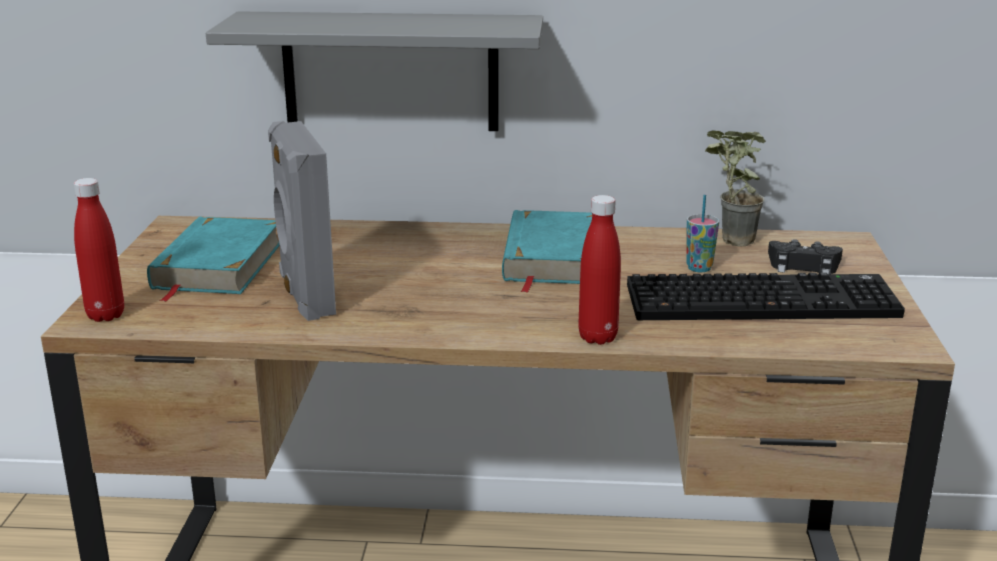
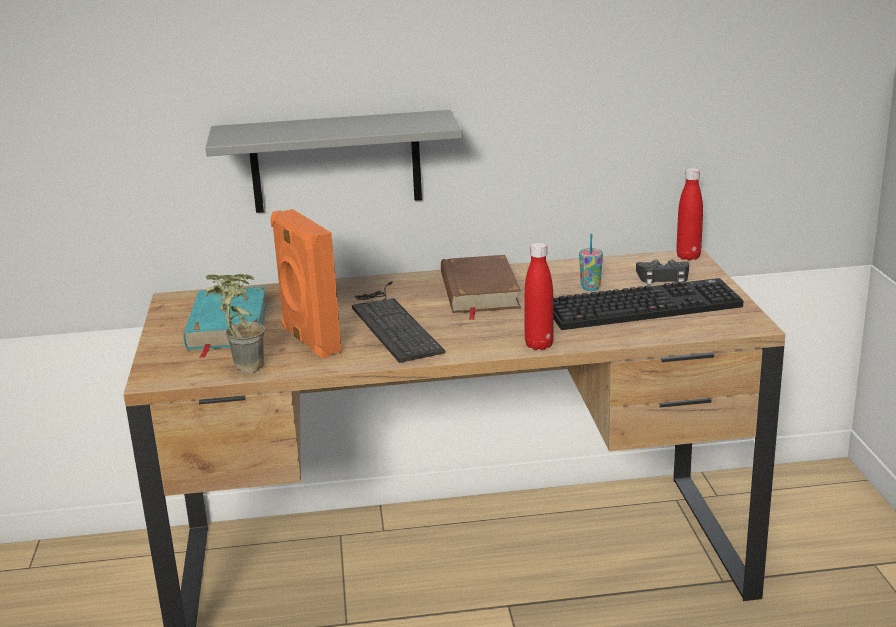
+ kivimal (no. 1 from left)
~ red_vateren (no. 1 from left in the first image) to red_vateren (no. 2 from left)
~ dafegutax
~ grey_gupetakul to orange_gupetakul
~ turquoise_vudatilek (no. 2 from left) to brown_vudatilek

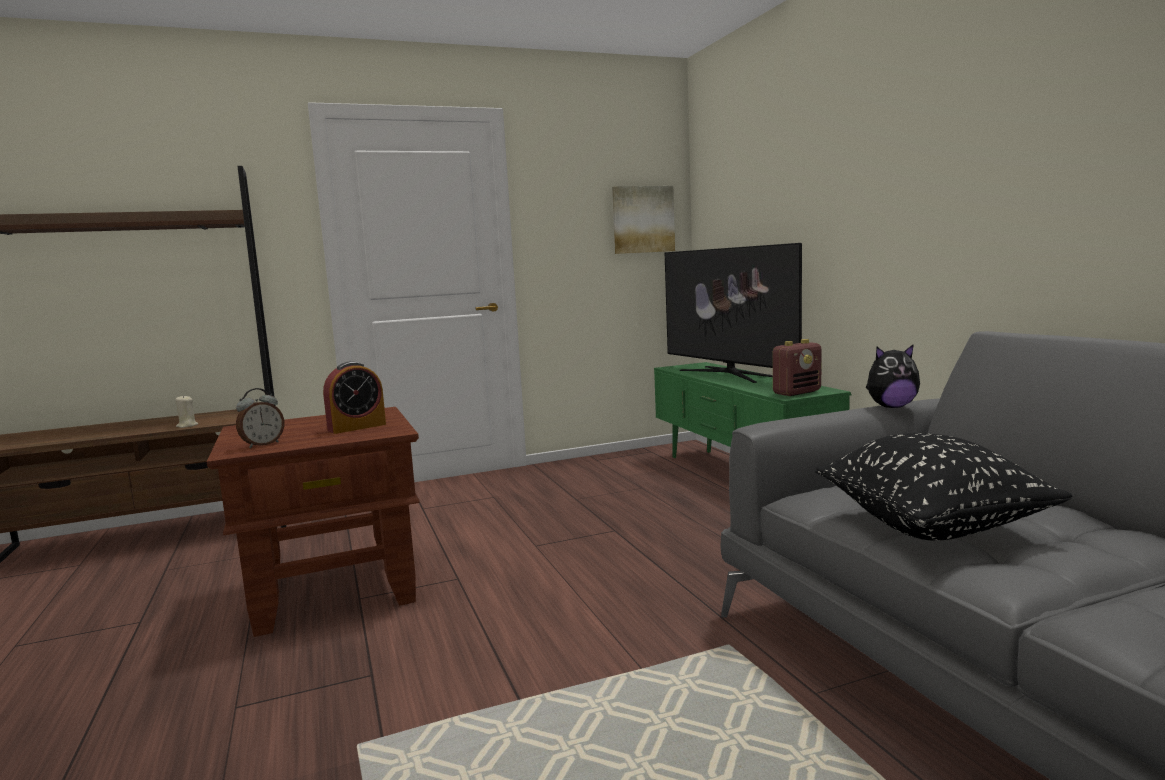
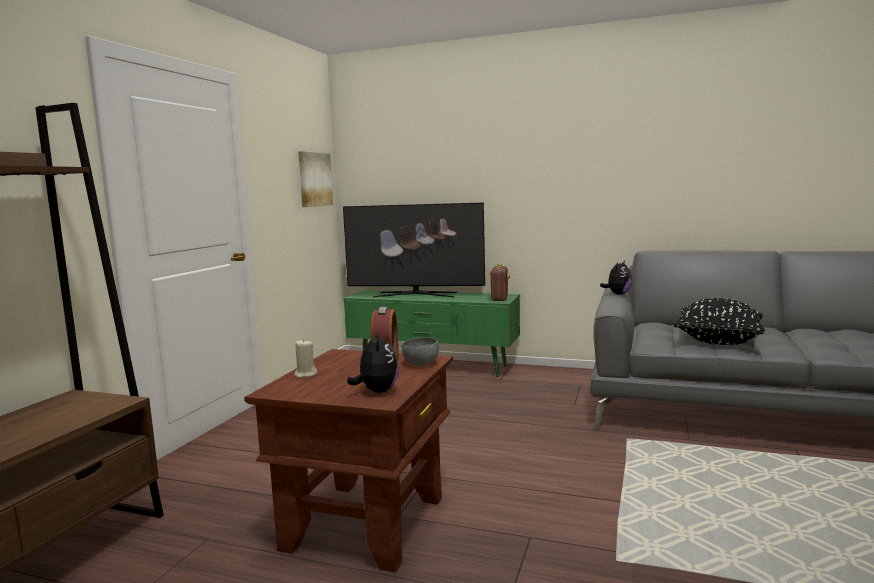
+ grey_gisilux
~ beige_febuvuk
~ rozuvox (no. 1 from left) to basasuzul (no. 1 from left)

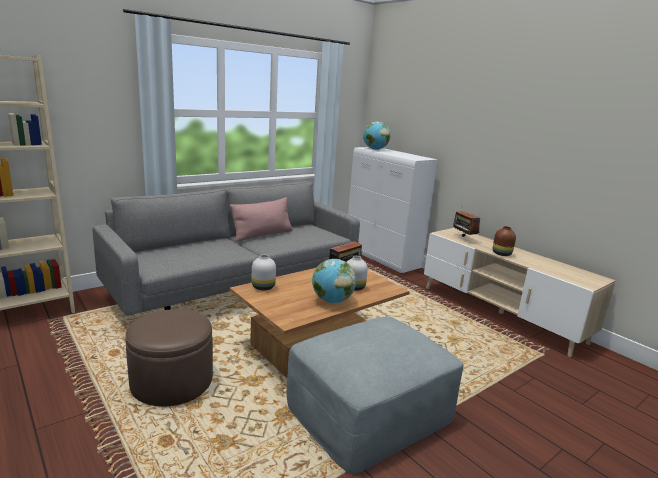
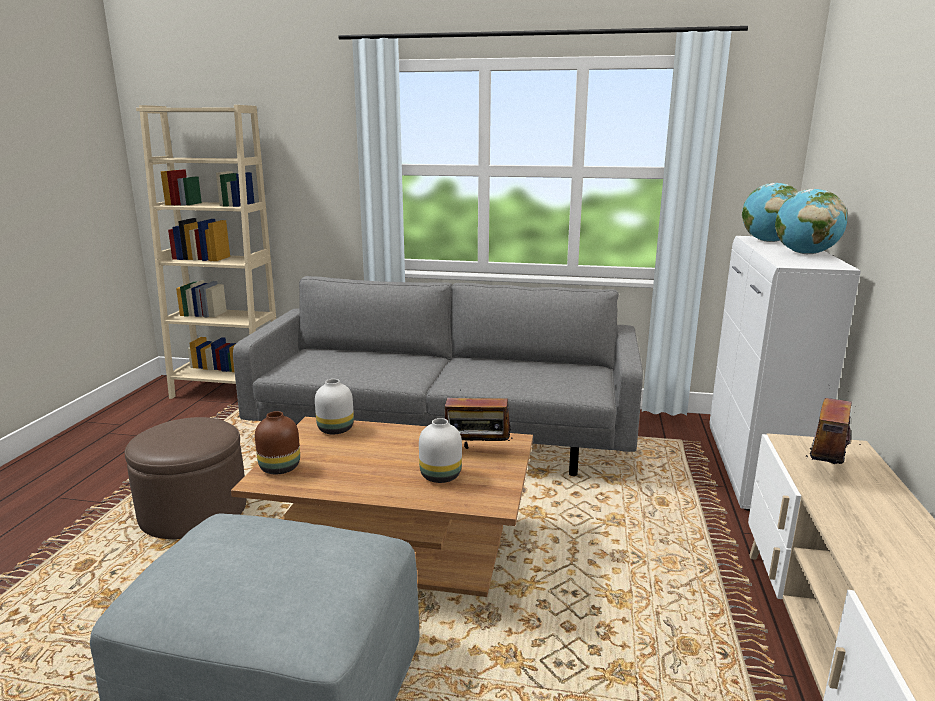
- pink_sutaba
~ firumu (no. 1 from left in the first image) to firumu (no. 2 from left)
~ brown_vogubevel

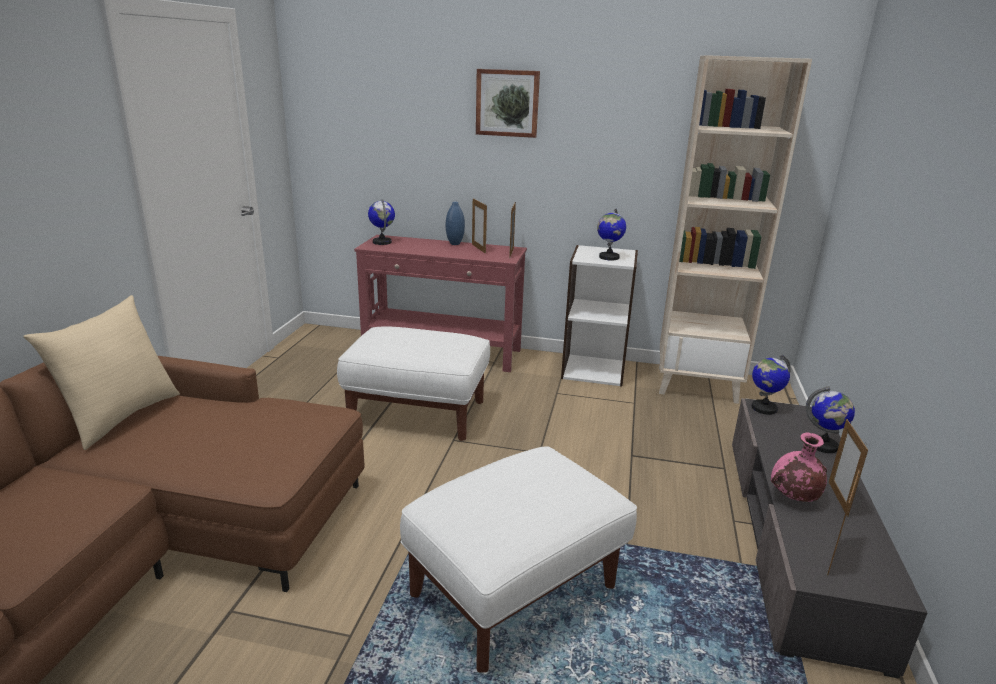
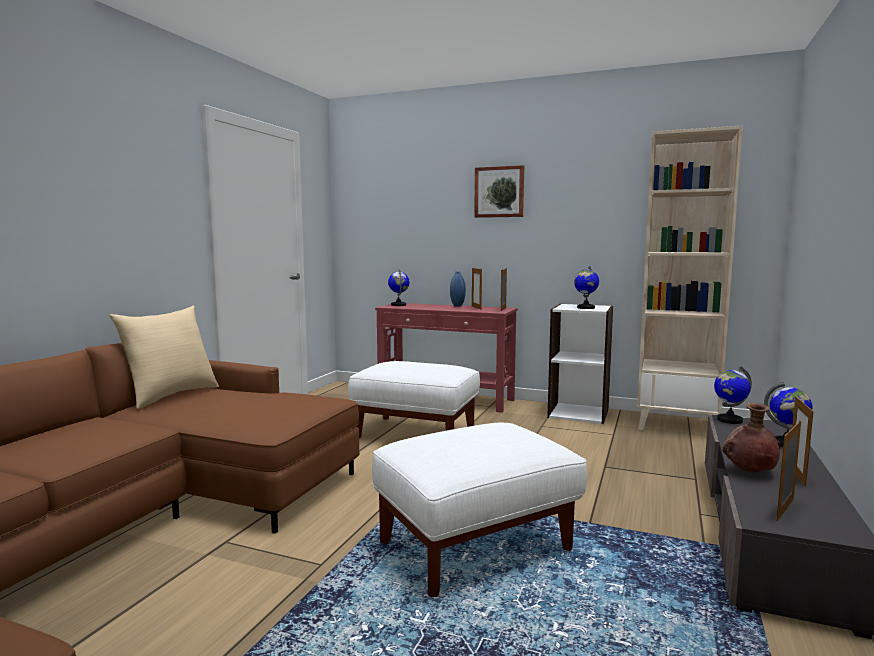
~ pink_vogubevel to brown_vogubevel

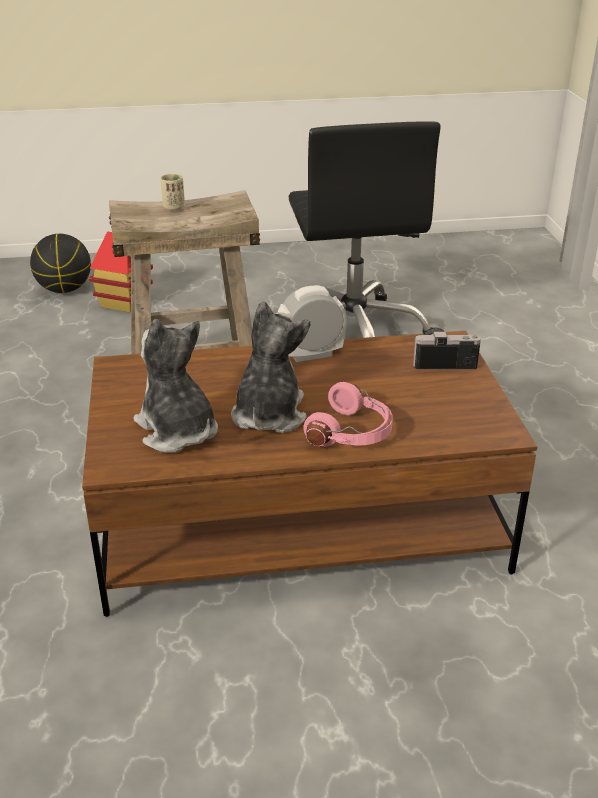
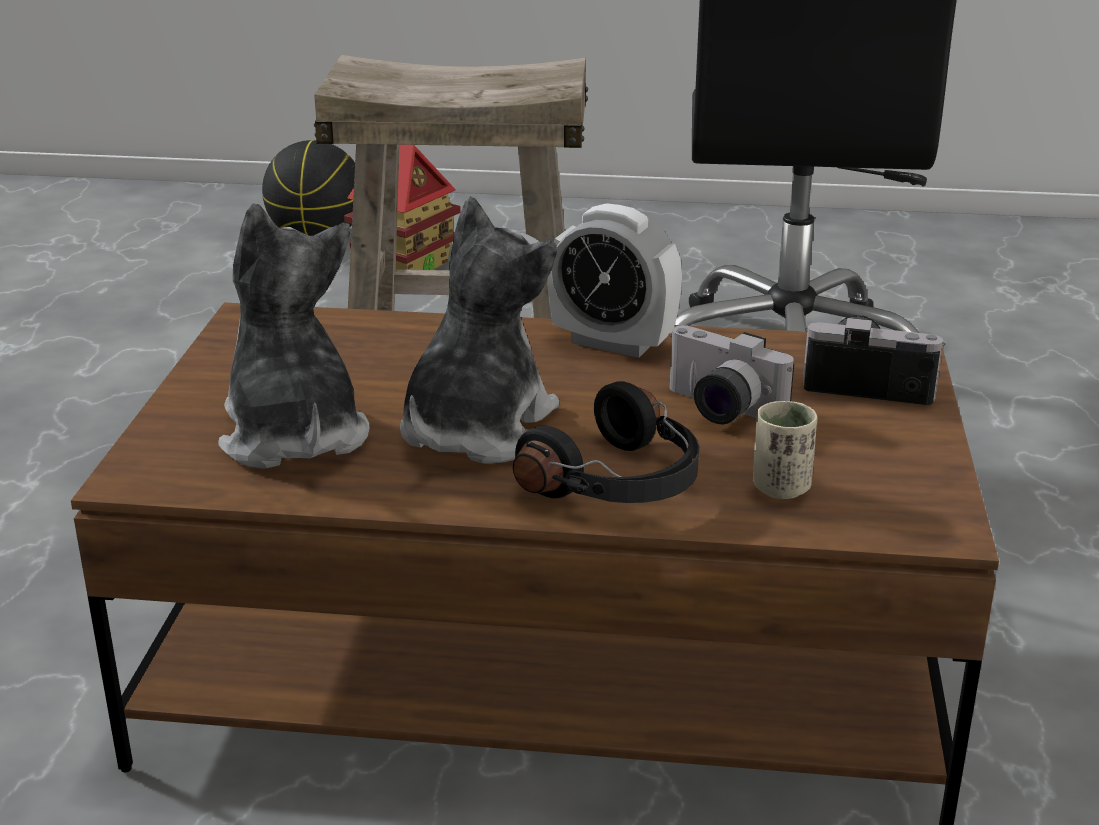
+ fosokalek (no. 1 from left)
~ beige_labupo
~ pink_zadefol to black_zadefol
~ rozuvox 150 degrees counterclockwise

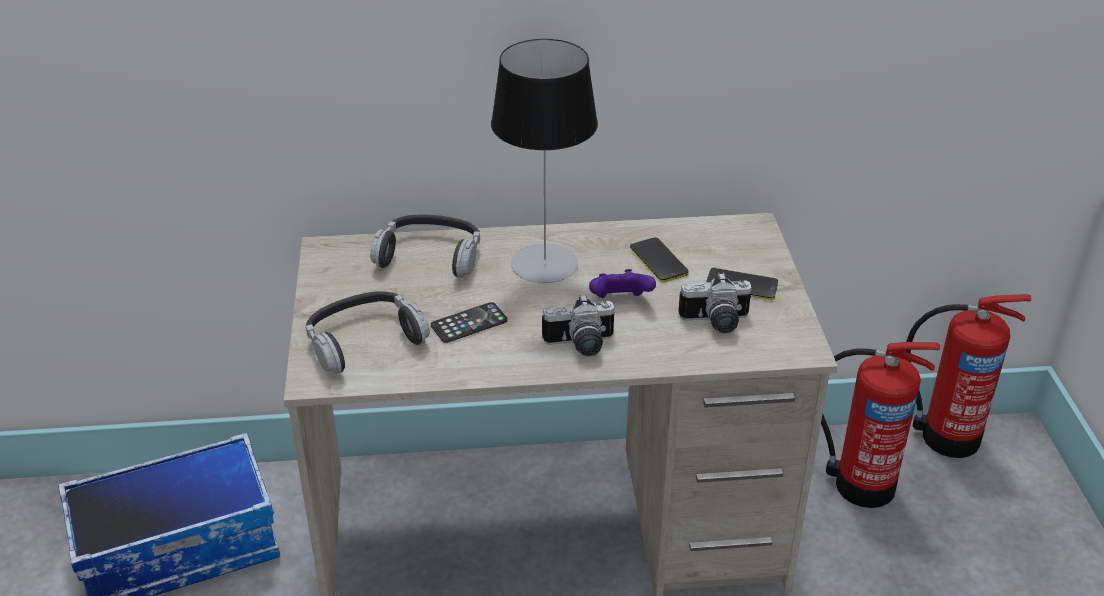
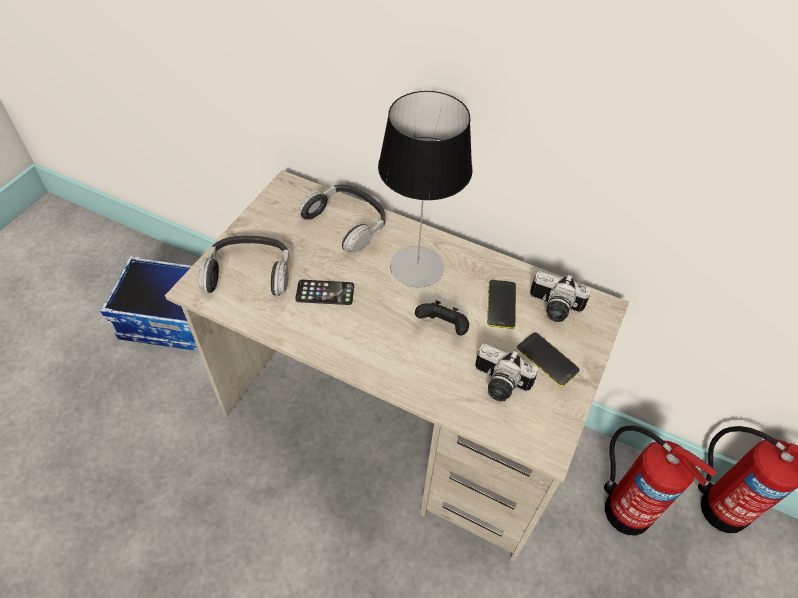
~ fosokalek (no. 1 from left in the first image) to fosokalek (no. 2 from left)
~ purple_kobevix to black_kobevix

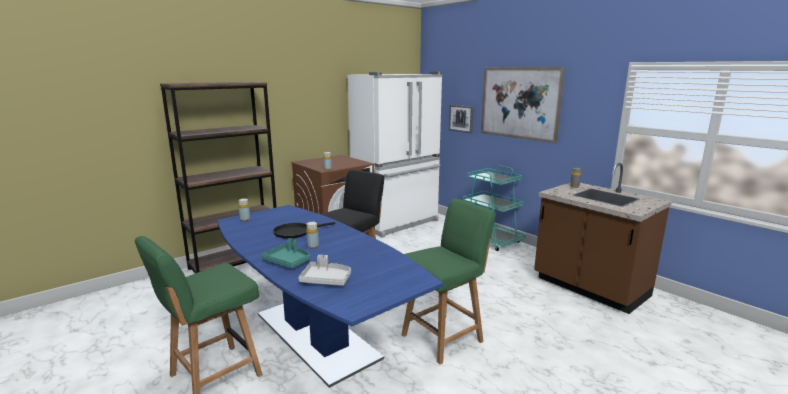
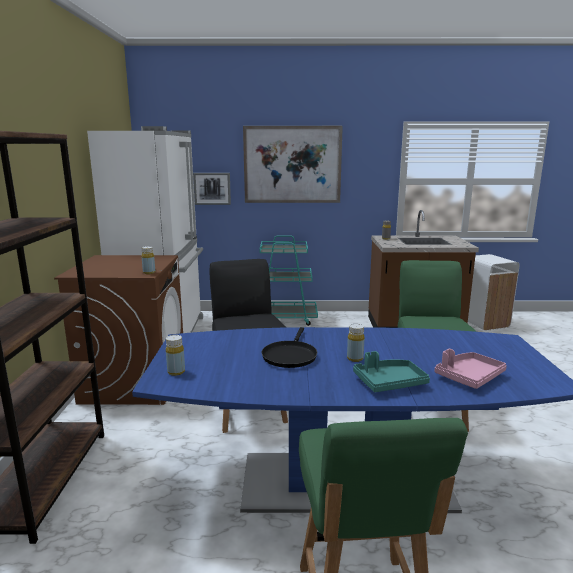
+ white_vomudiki
~ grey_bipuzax to pink_bipuzax

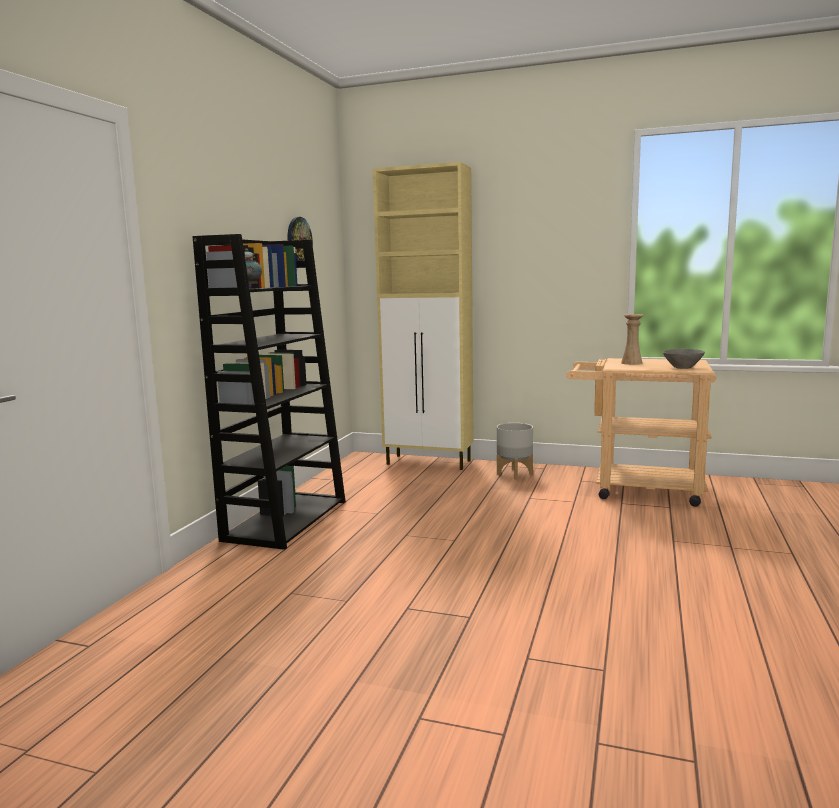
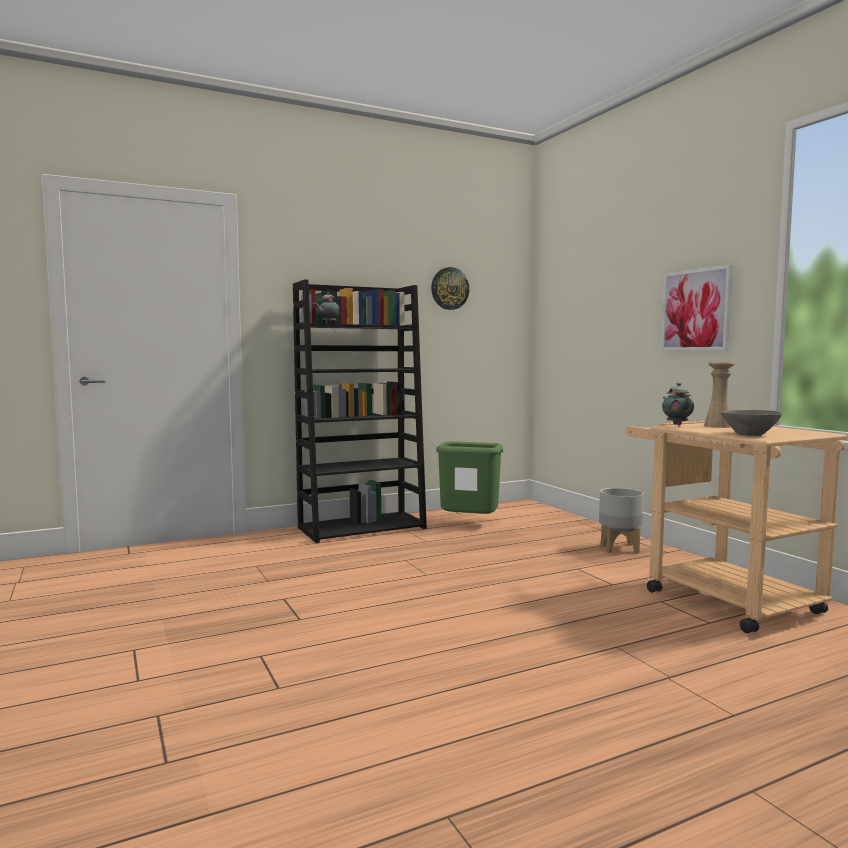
- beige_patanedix
+ green_vomudiki
+ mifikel
+ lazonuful (no. 2 from left)

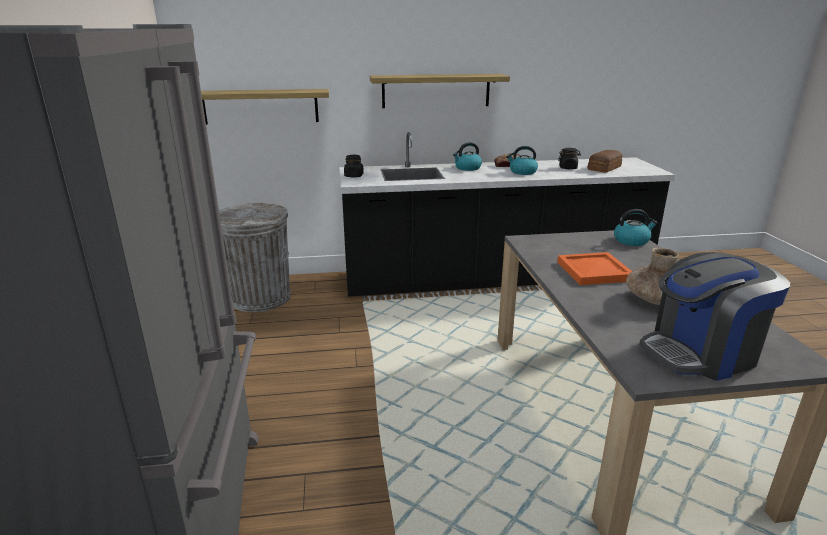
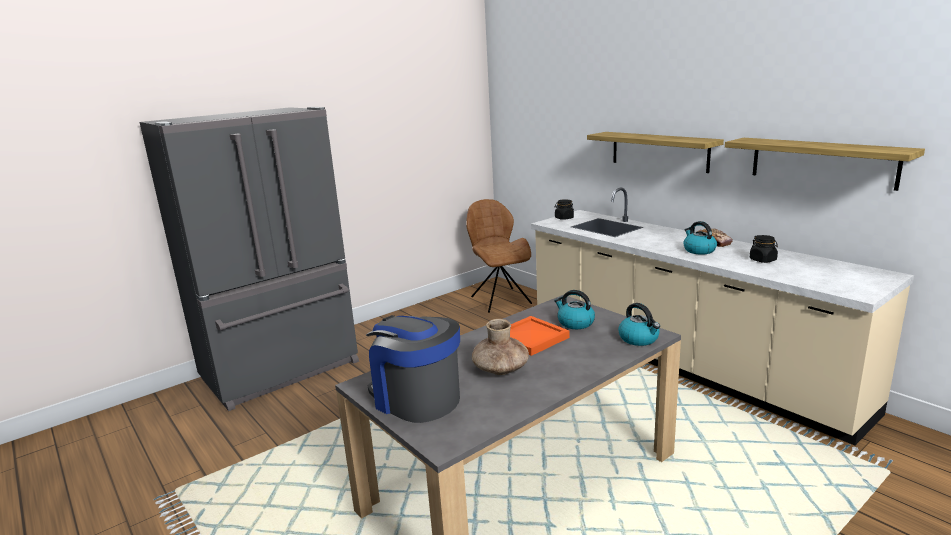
- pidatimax (no. 2 from left)
~ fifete (no. 1 from left in the first image) to fifete (no. 2 from left)
~ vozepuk (no. 1 from left)
~ grey_vomudiki to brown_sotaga
~ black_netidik to beige_netidik

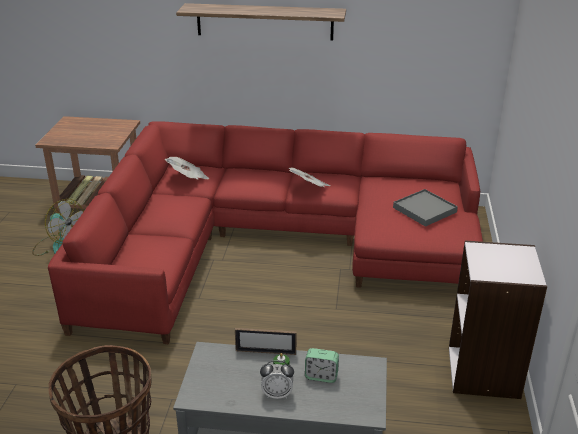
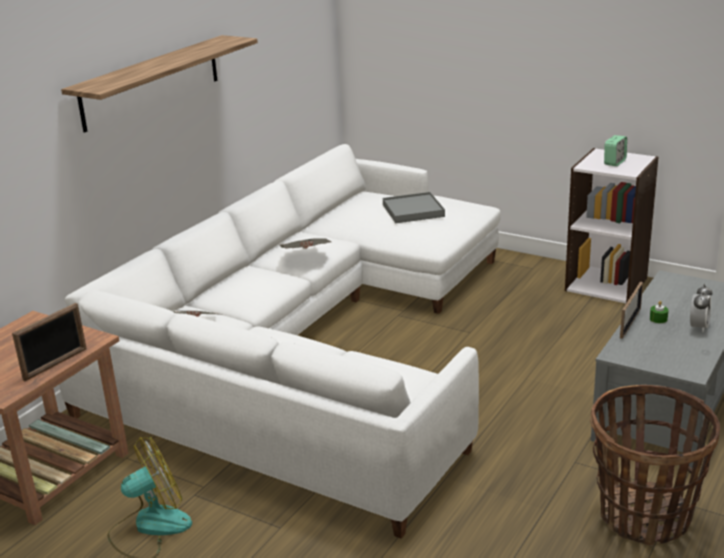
+ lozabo (no. 1 from left)
~ rozuvox (no. 2 from left in the first image) to rozuvox (no. 1 from left)
~ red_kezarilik to white_kezarilik

